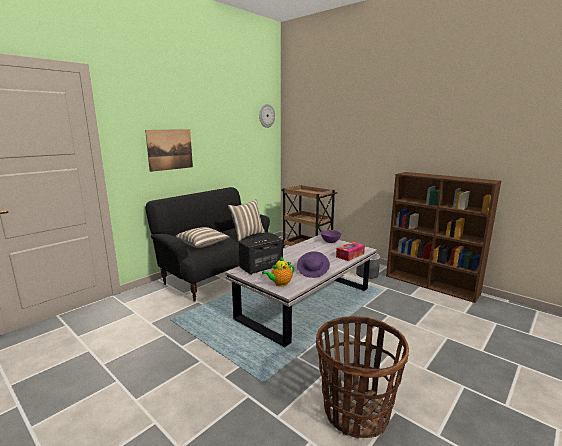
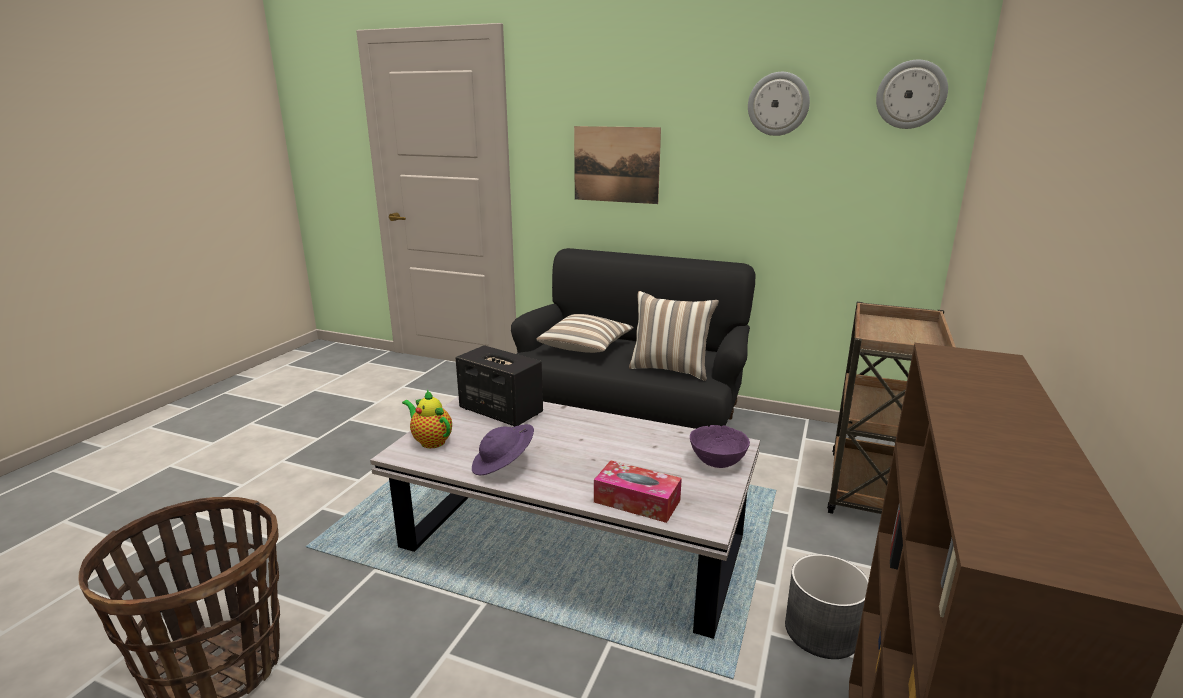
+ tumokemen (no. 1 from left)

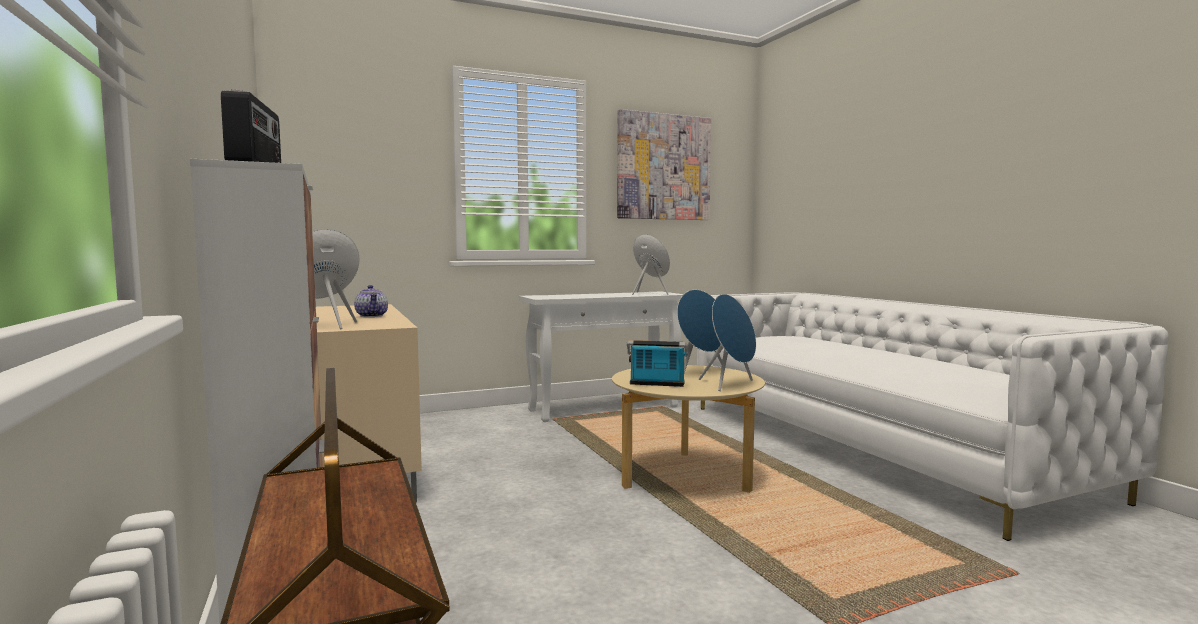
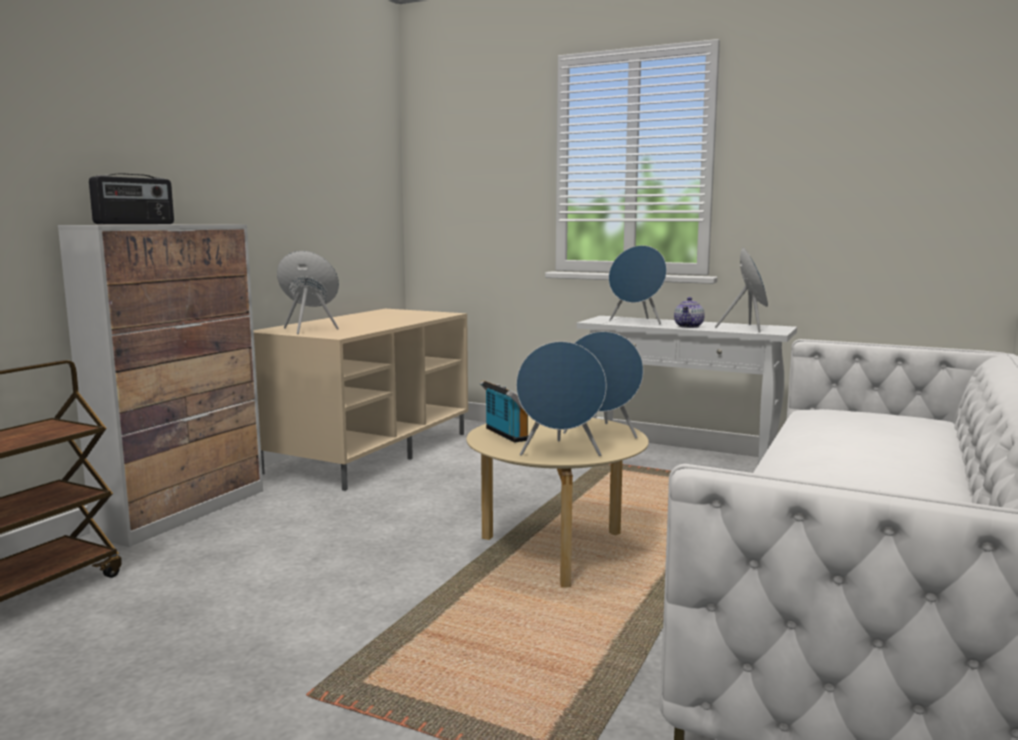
- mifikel
+ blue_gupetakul (no. 4 from left)
~ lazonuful

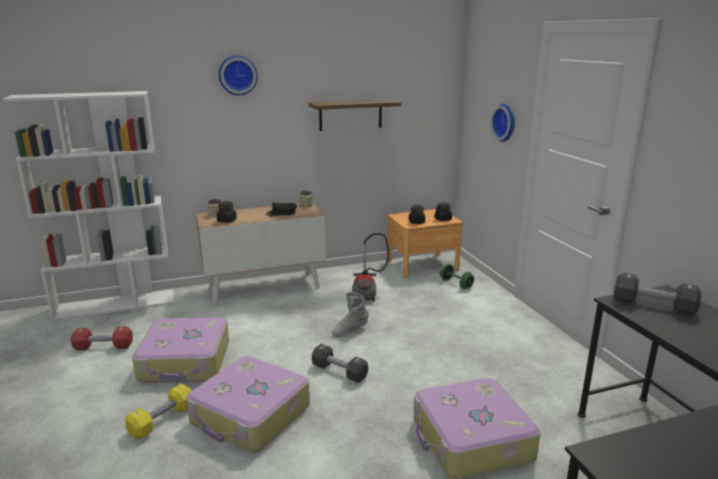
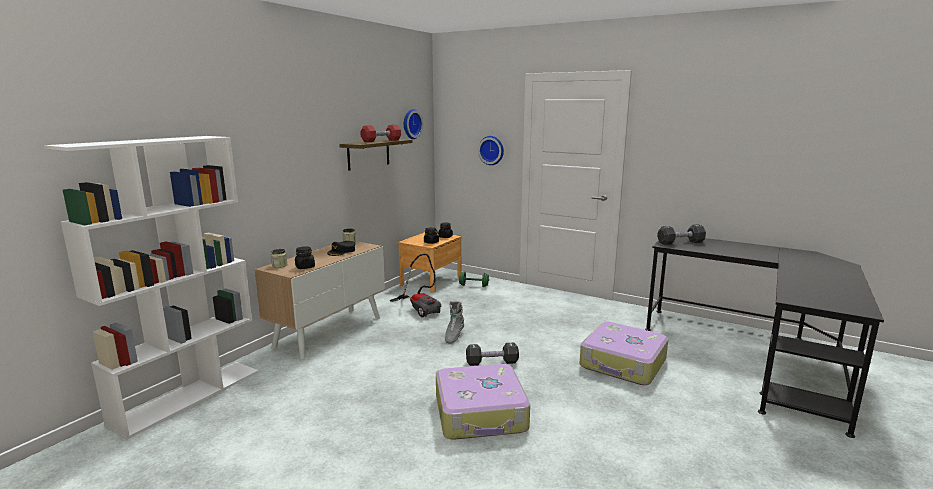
- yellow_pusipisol
- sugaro (no. 1 from left)
~ red_pusipisol
~ tumokemen (no. 1 from left)

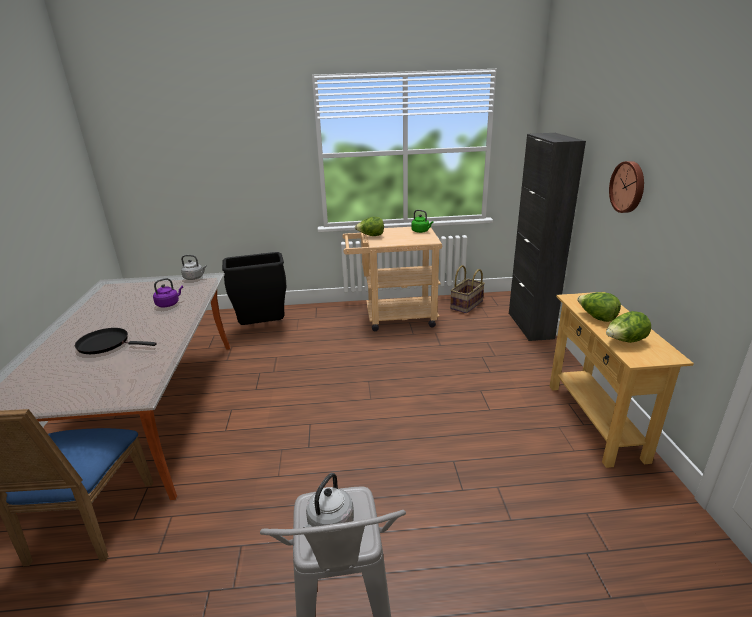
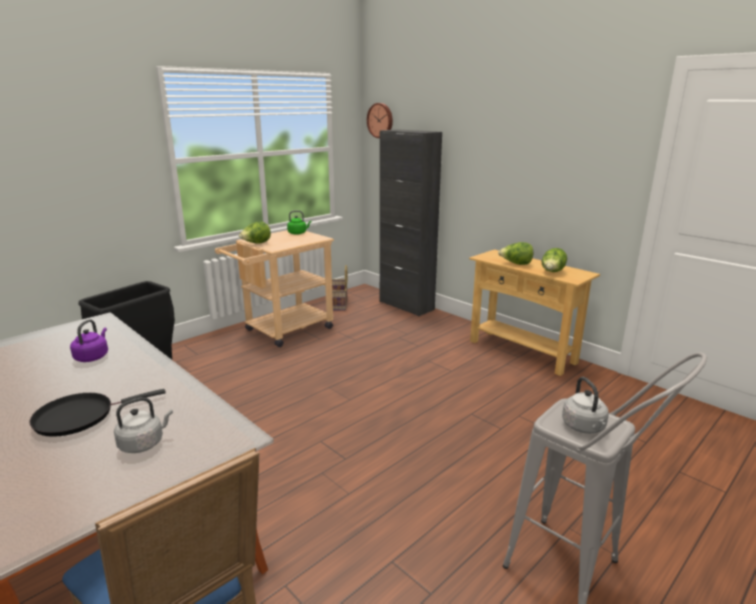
~ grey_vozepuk (no. 1 from left)
~ tumokemen

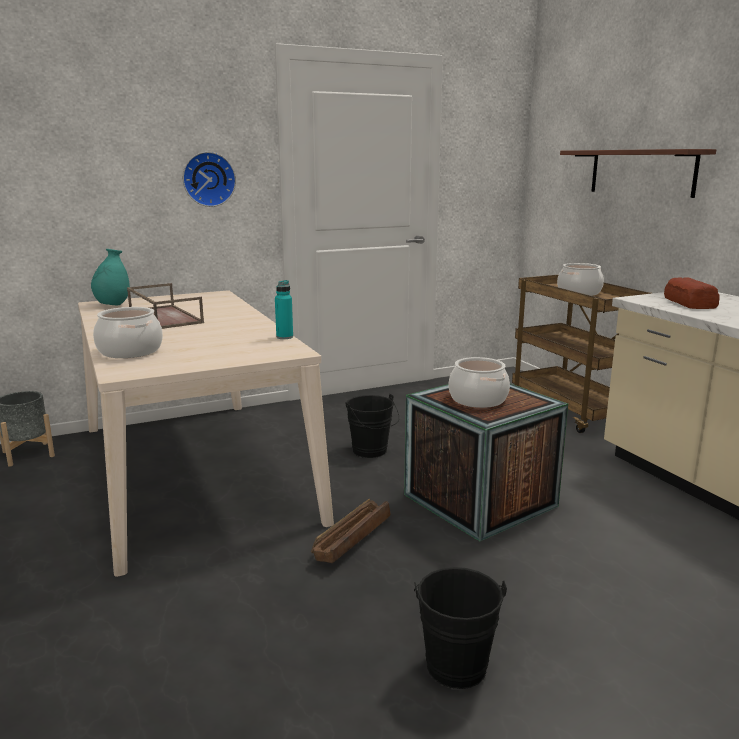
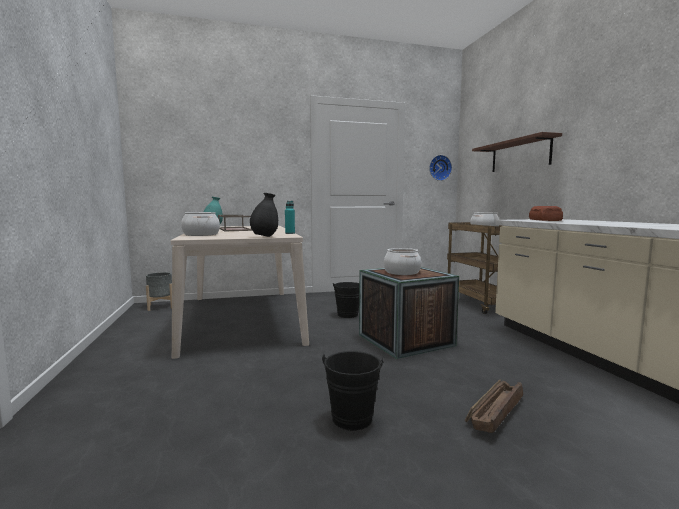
+ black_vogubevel
~ tumokemen
~ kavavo (no. 1 from left in the first image) to kavavo (no. 2 from left)

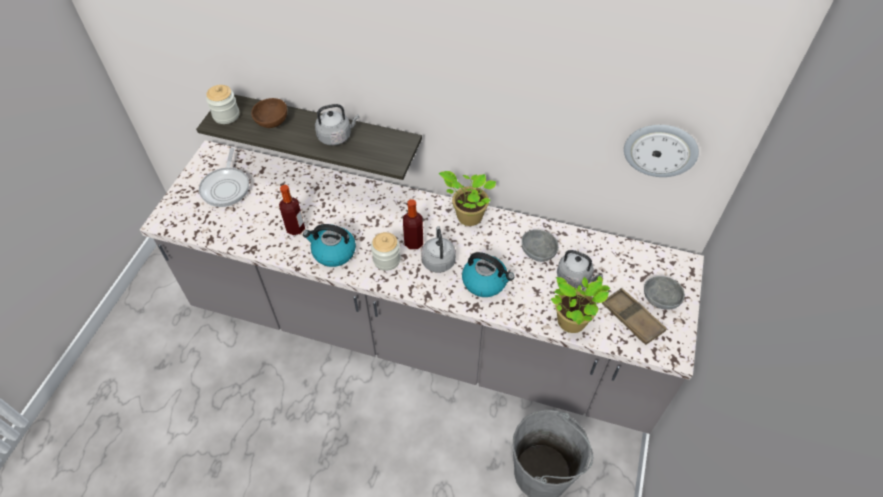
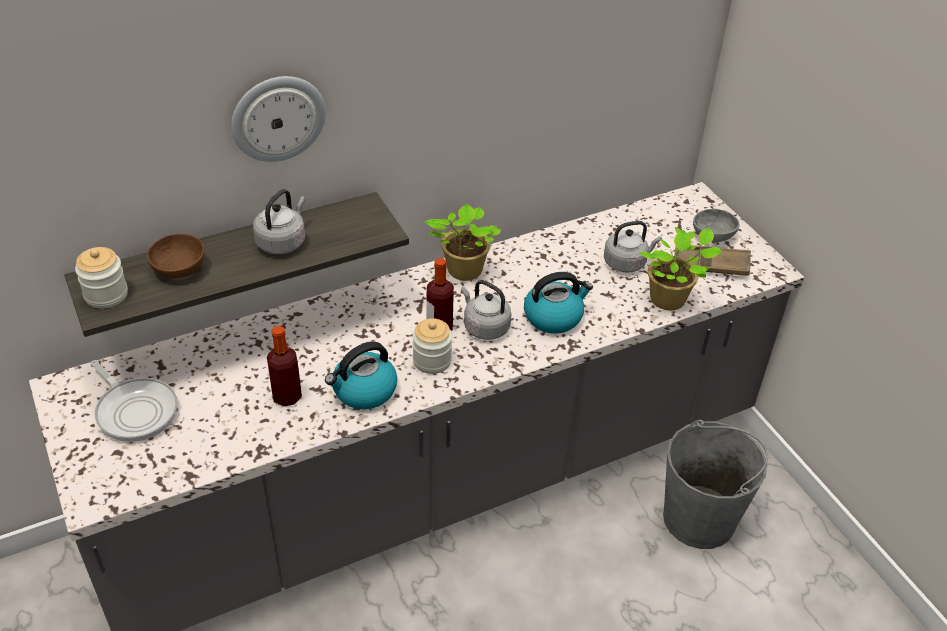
- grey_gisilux (no. 1 from left)
~ tumokemen

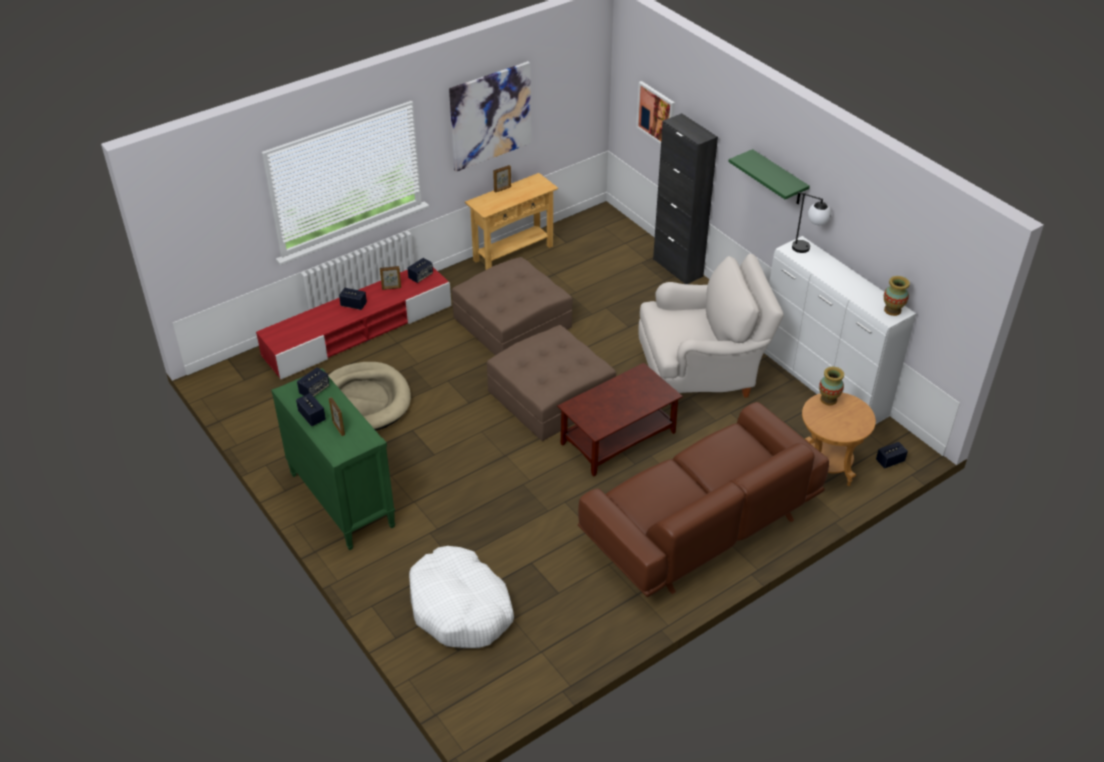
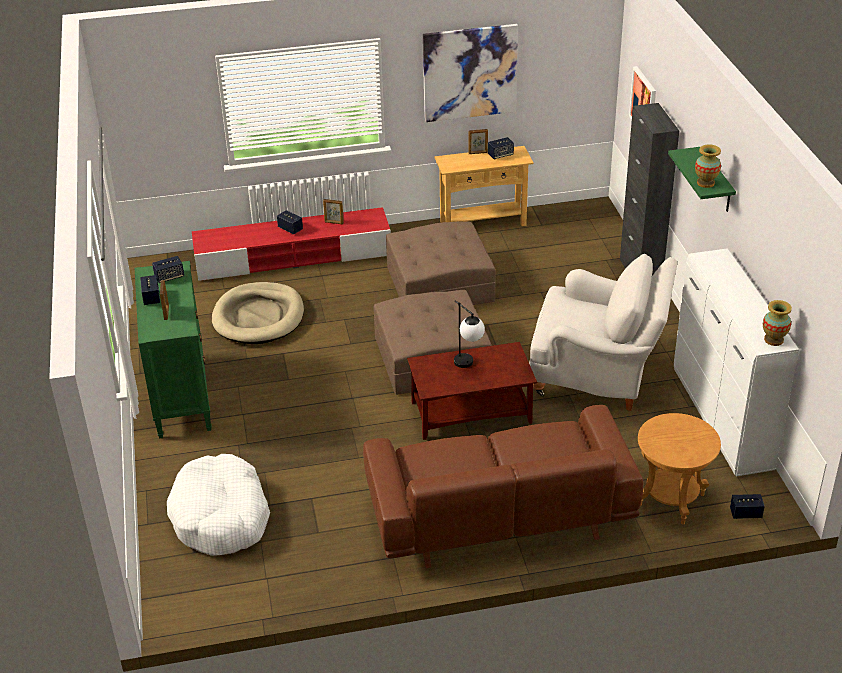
~ gupetakul (no. 4 from left)
~ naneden
~ vogubevel (no. 1 from left)

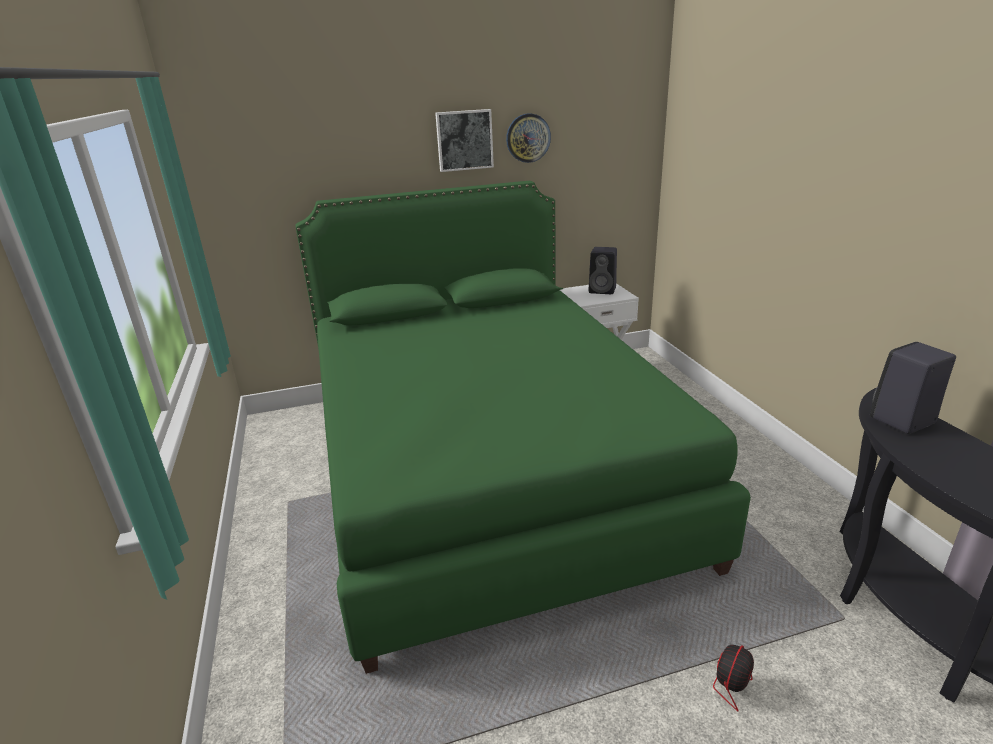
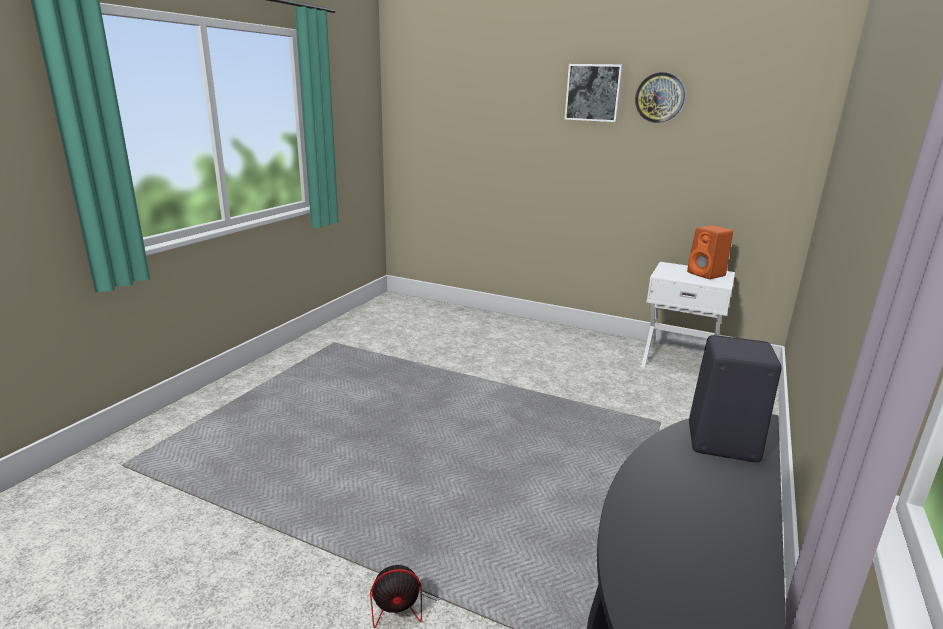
- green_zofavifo
~ black_gupetakul (no. 1 from left) to orange_gupetakul

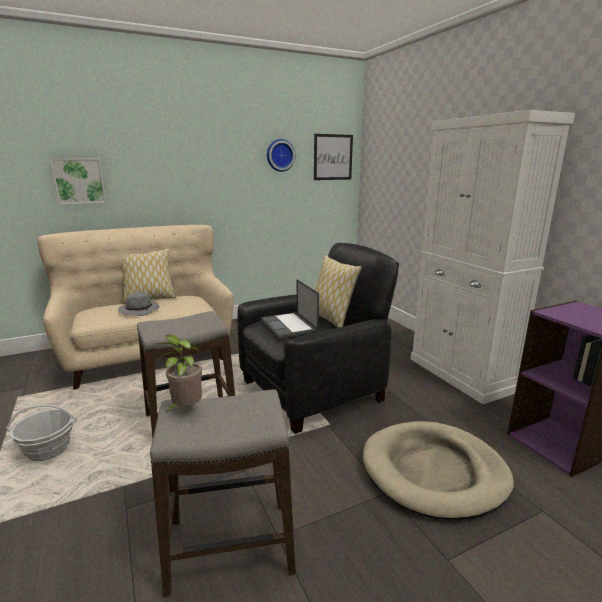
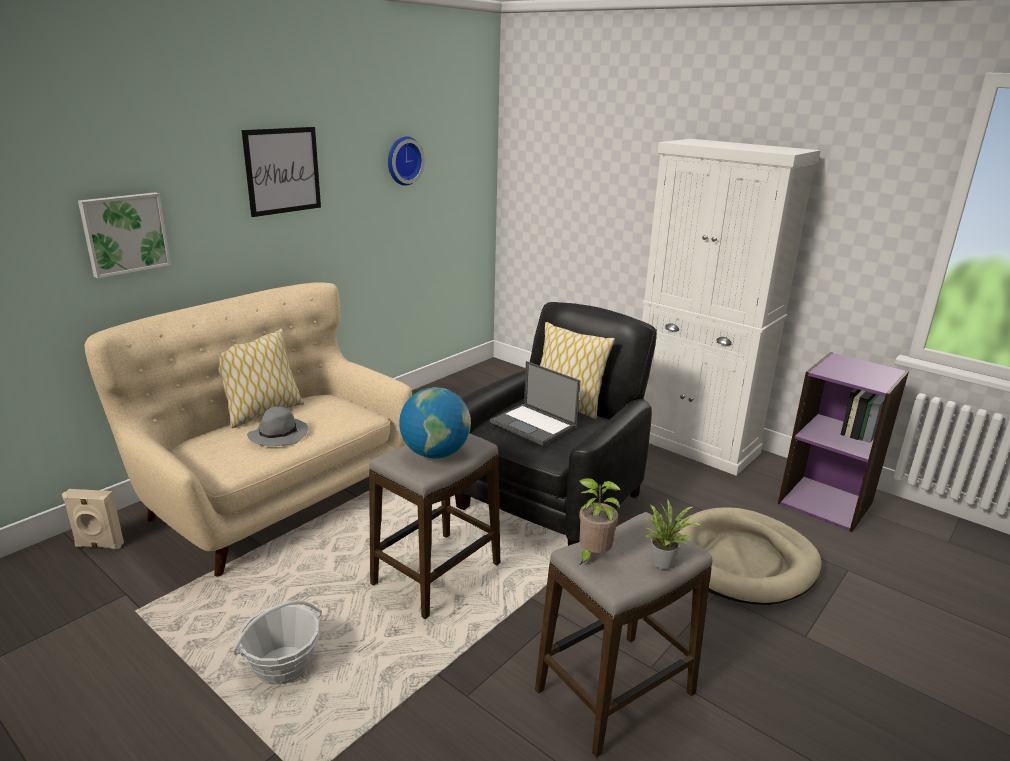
+ beige_gupetakul
+ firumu
+ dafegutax (no. 2 from left)
~ mifikel (no. 2 from left)

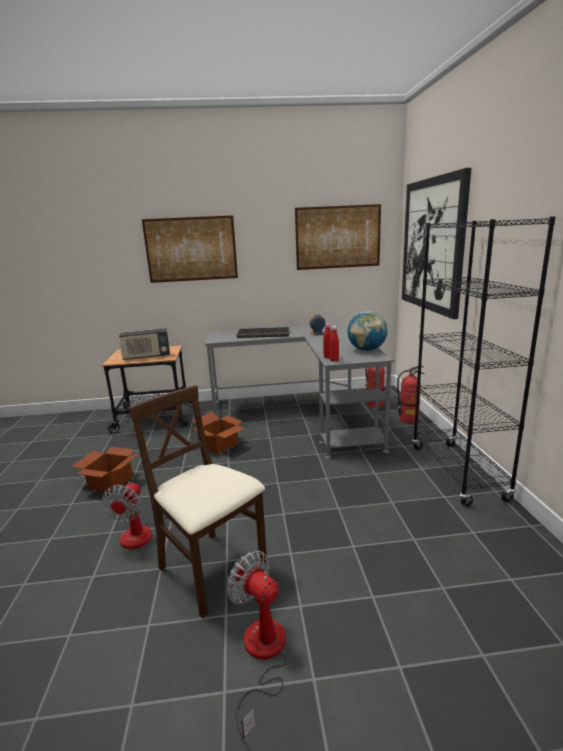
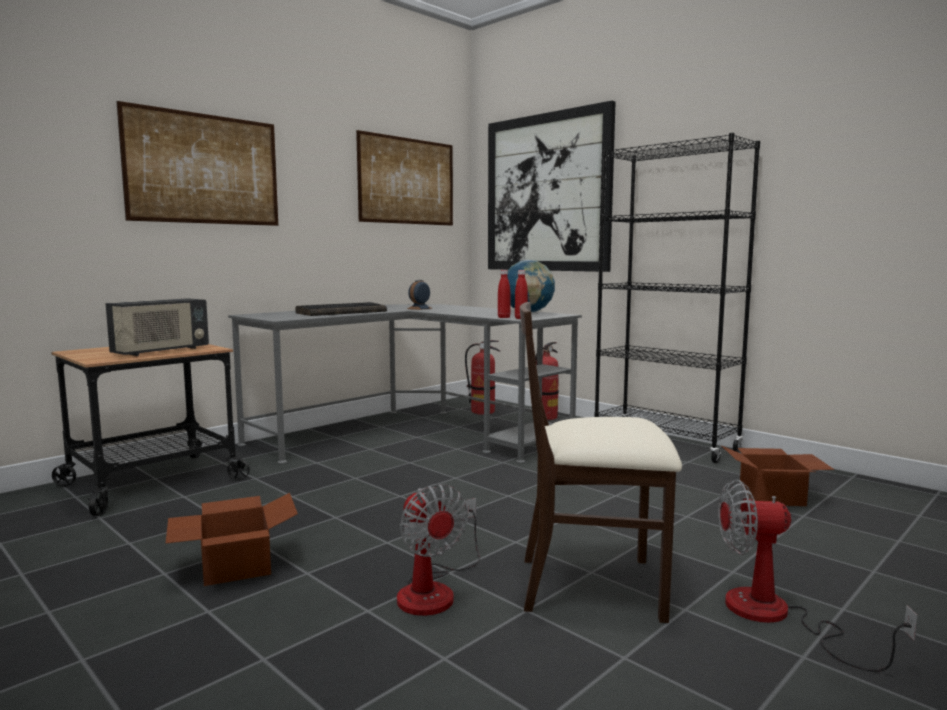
~ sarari (no. 2 from left)

